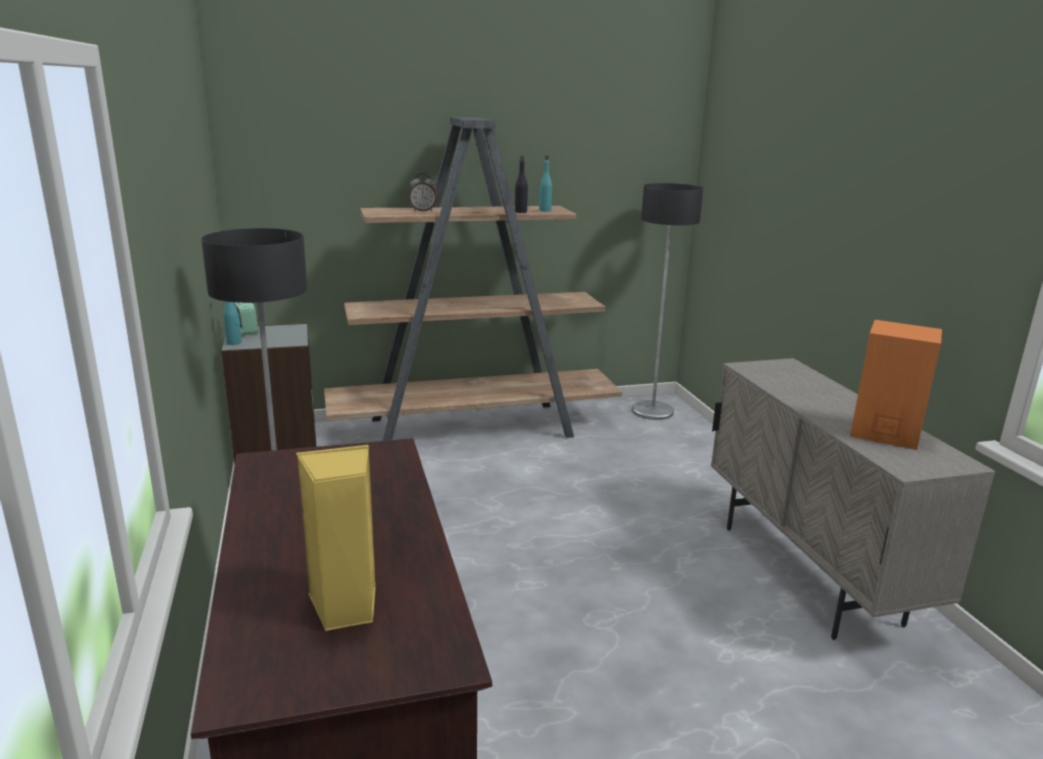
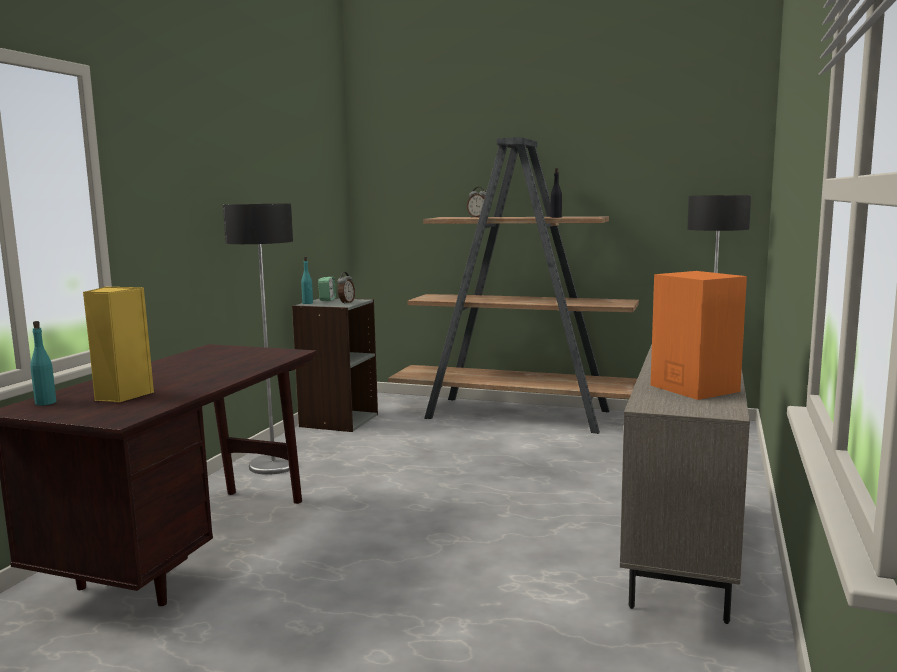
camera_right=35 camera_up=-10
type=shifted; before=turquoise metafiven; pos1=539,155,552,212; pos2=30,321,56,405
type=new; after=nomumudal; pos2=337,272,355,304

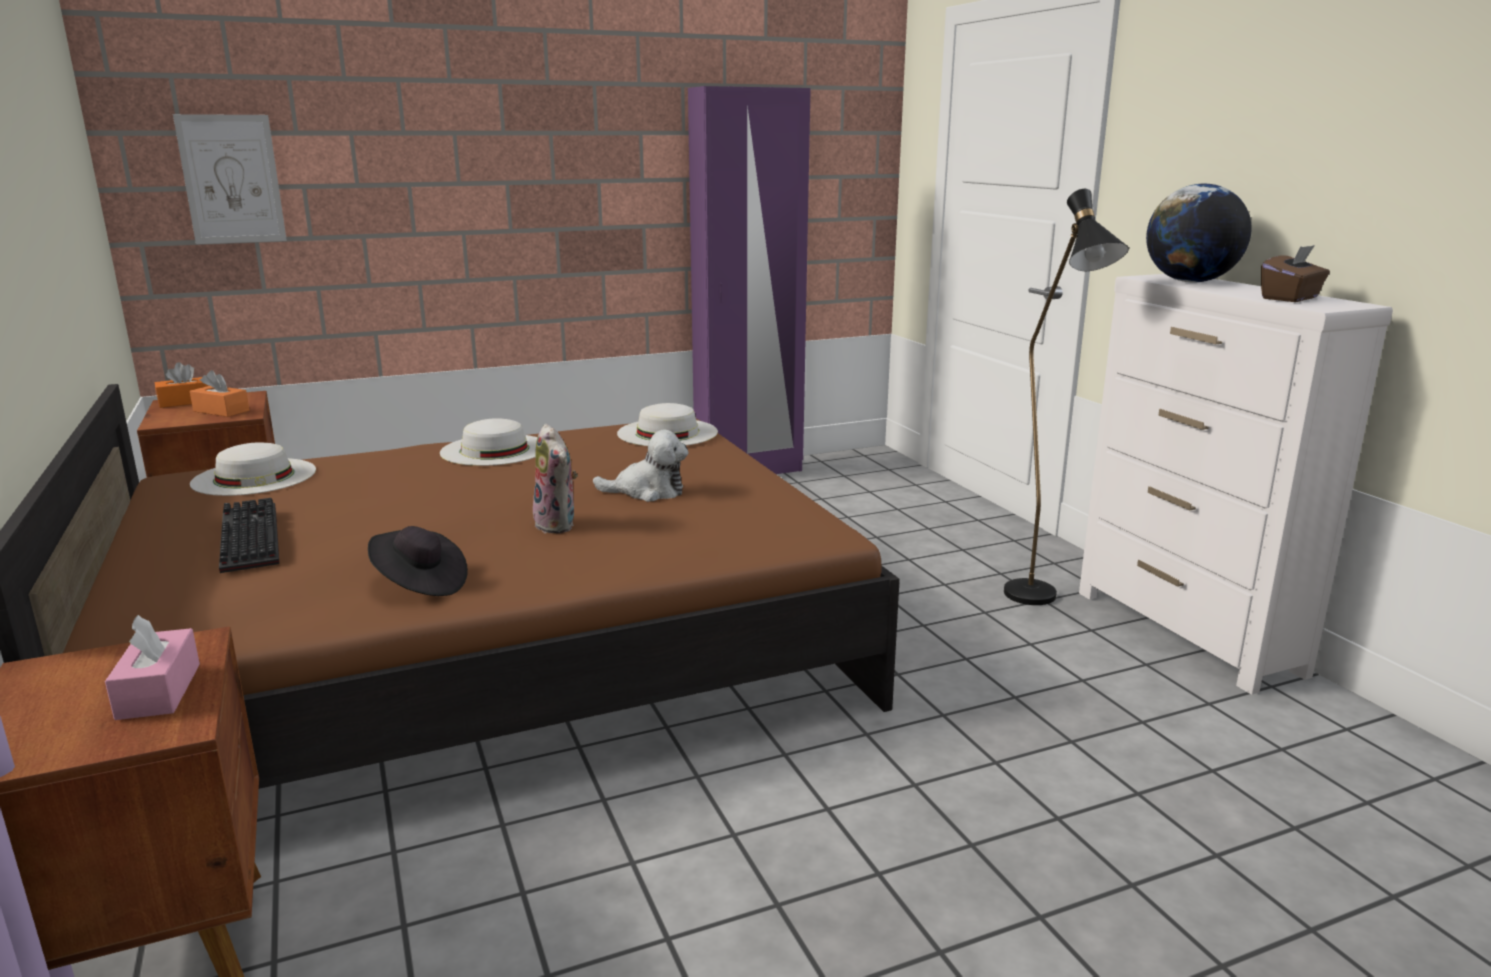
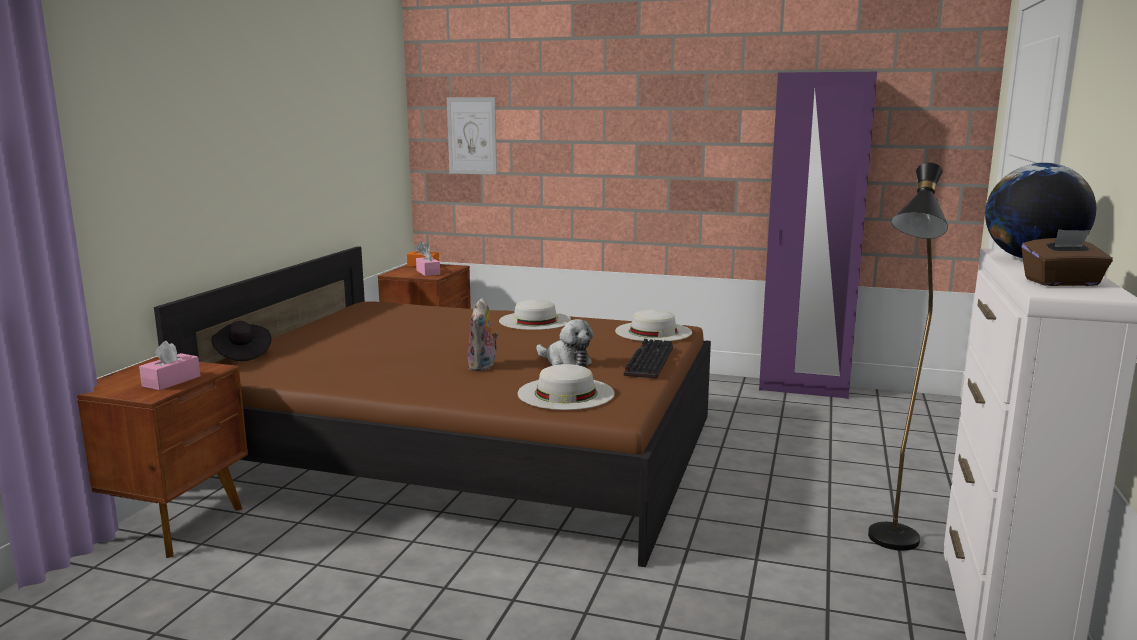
camera_right=40 camera_up=-5
type=shifted; before=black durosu; pos1=368,526,468,596; pos2=211,321,271,361
type=repainted; before=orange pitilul; after=pink pitilul; pos1=190,370,249,417; pos2=416,247,440,276
type=shifted; before=white durosu; pos1=190,443,316,496; pos2=518,364,615,410
type=shifted; before=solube; pos1=219,498,279,573; pos2=624,339,673,379

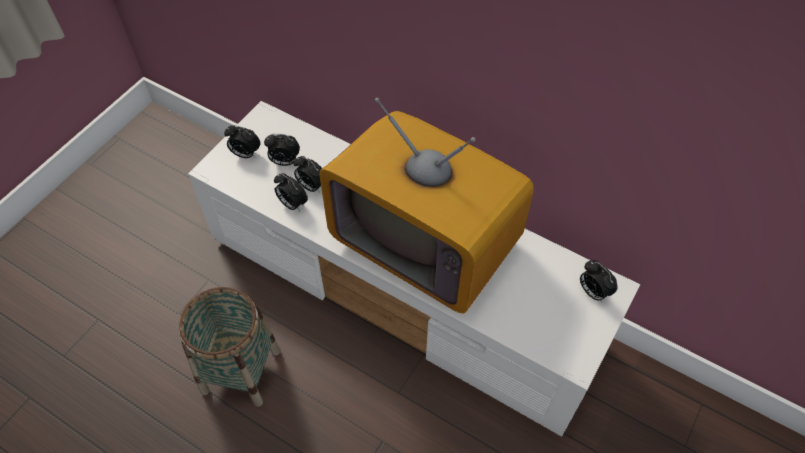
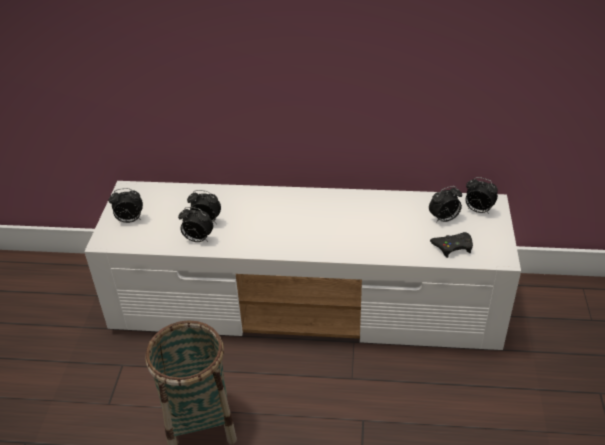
camera_right=-25 camera_up=-15
type=shifted; before=nomumudal; pos1=264,134,300,166; pos2=429,186,462,223
type=new; after=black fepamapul; pos2=430,232,473,258
type=gone; before=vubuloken; pos1=319,98,534,313

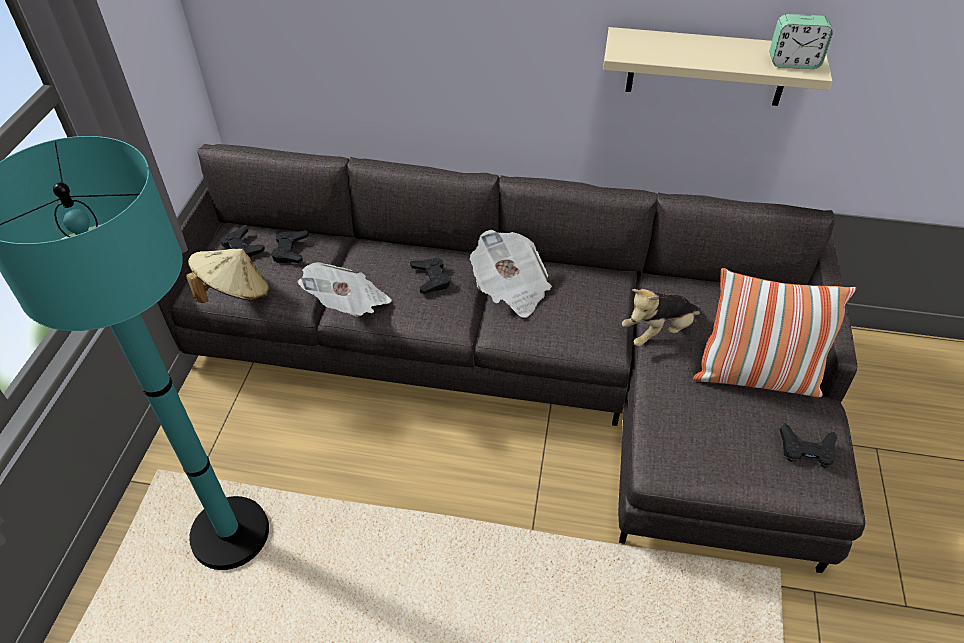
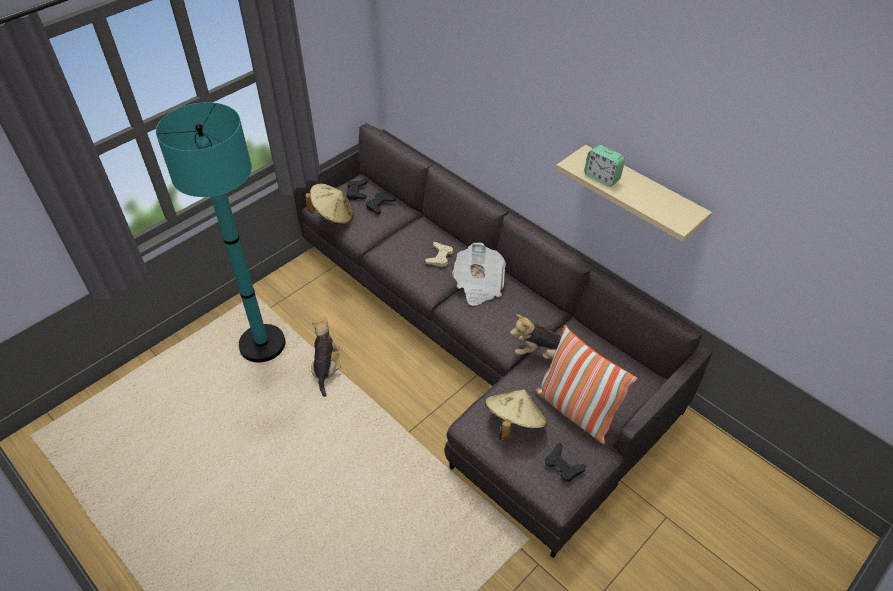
camera_right=35 camera_up=0
type=new; after=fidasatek; pos2=311,316,341,397
type=repainted; before=black fepamapul; after=beige fepamapul; pos1=410,258,450,294; pos2=425,242,453,267
type=new; after=beige durosu; pos2=485,389,547,441
type=shifted; before=nomumudal; pos1=770,14,833,69; pos2=584,145,625,187
type=gone; before=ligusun; pos1=297,262,392,316

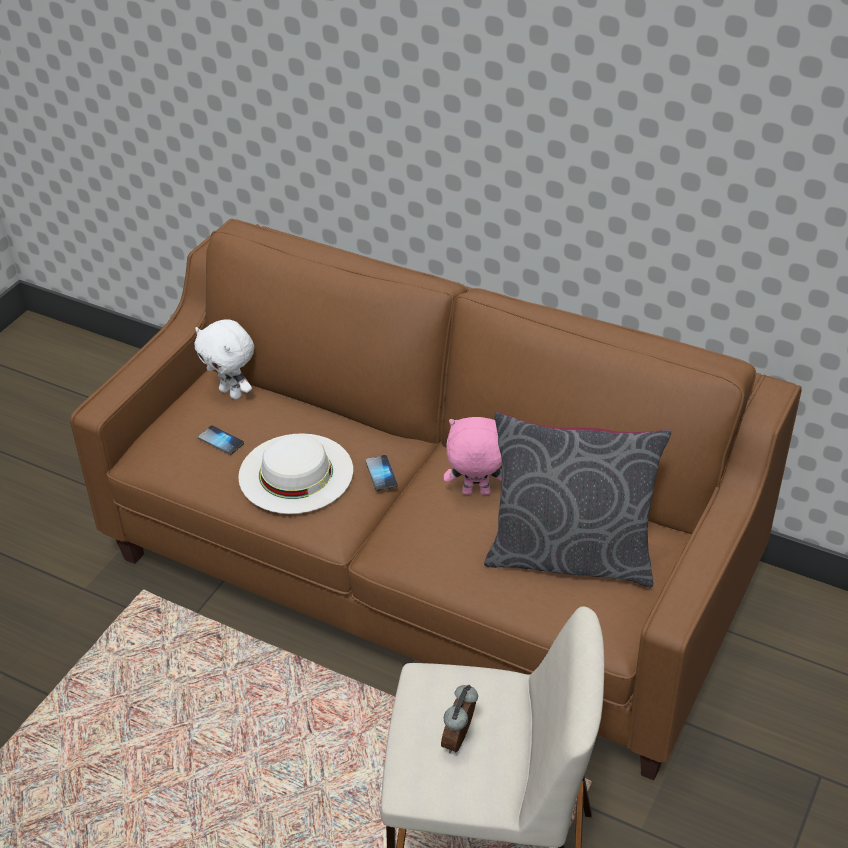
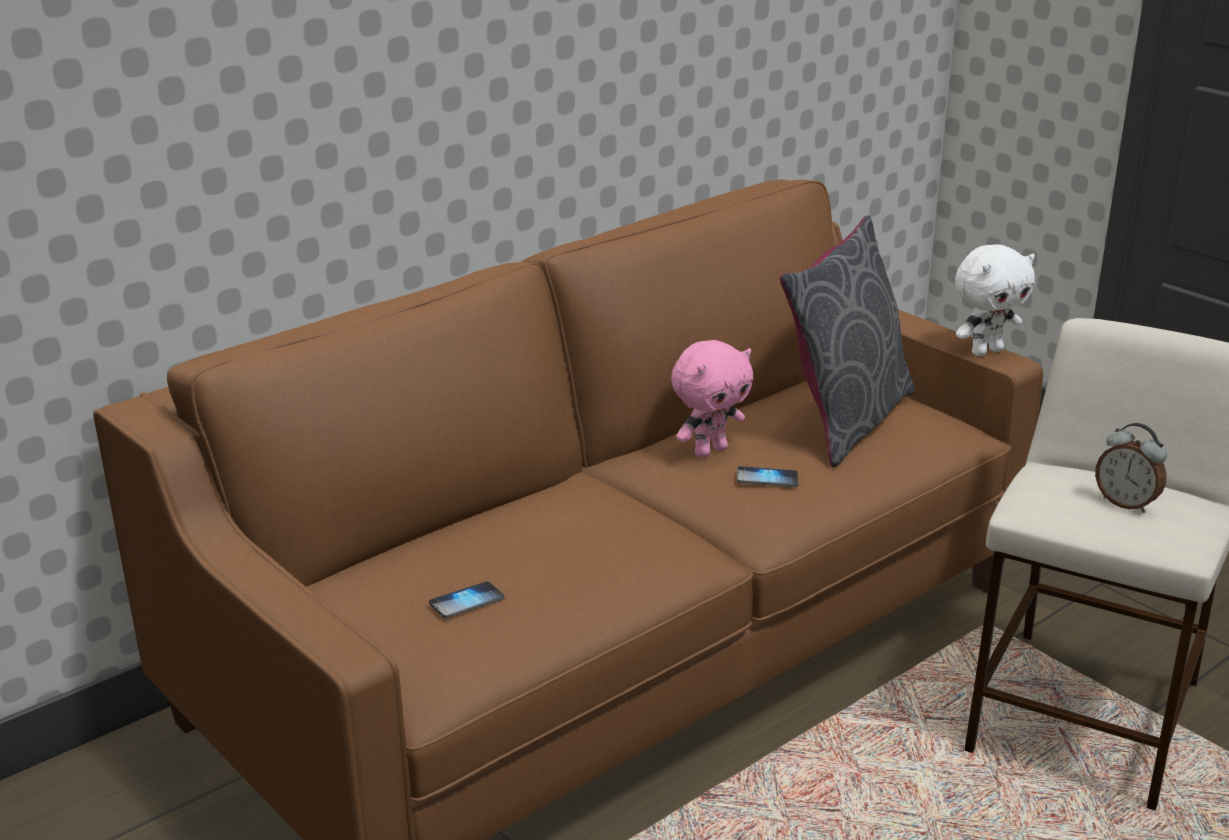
camera_right=-70 camera_up=-15
type=rotated; before=pink fidasatek; pos1=444,417,502,495; pos2=671,340,754,458; turn=-150
type=shifted; before=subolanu; pos1=365,455,398,491; pos2=737,466,798,487
type=shifted; before=white fidasatek; pos1=195,319,254,400; pos2=955,244,1035,356
type=gone; before=white durosu; pos1=238,433,353,514

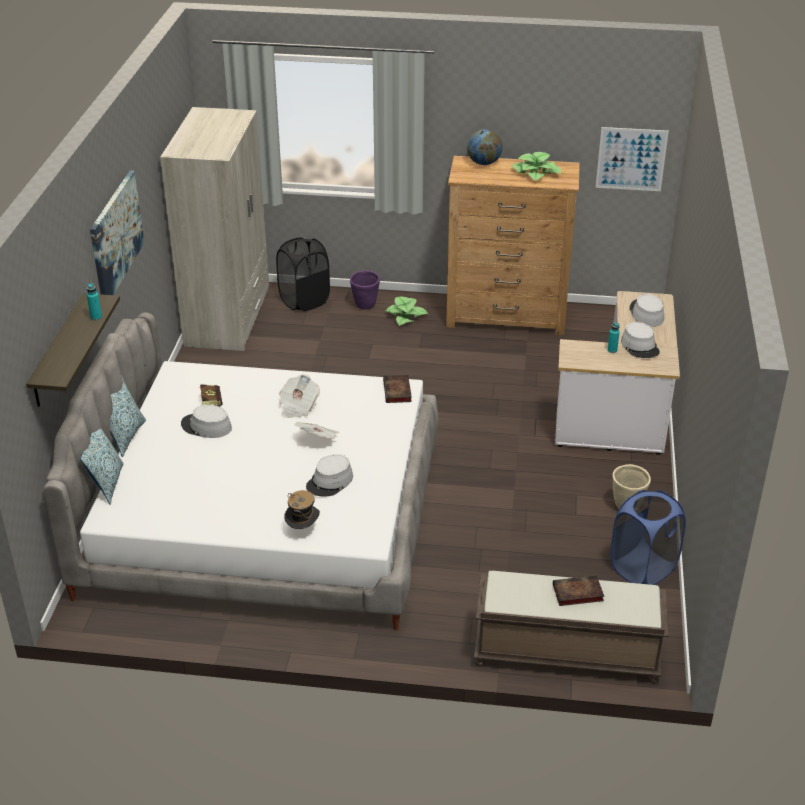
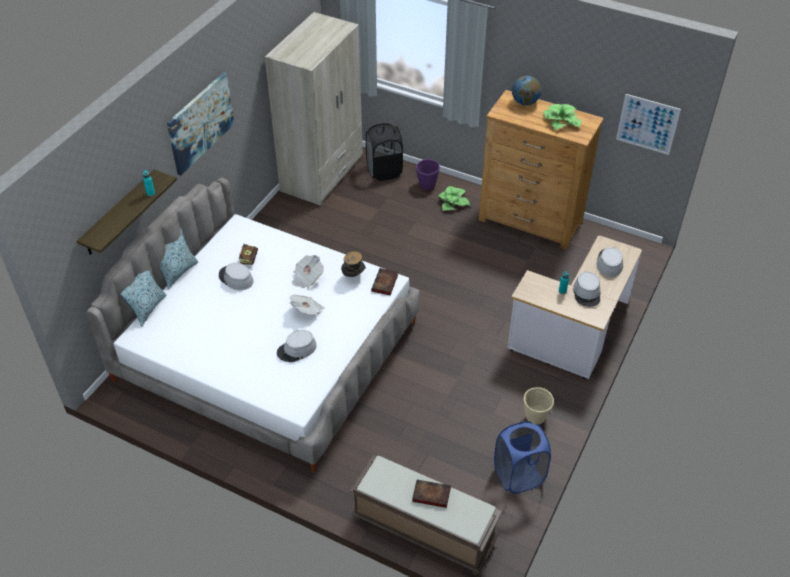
camera_right=20 camera_up=10
type=shifted; before=durosu; pos1=284,490,320,529; pos2=341,251,366,277

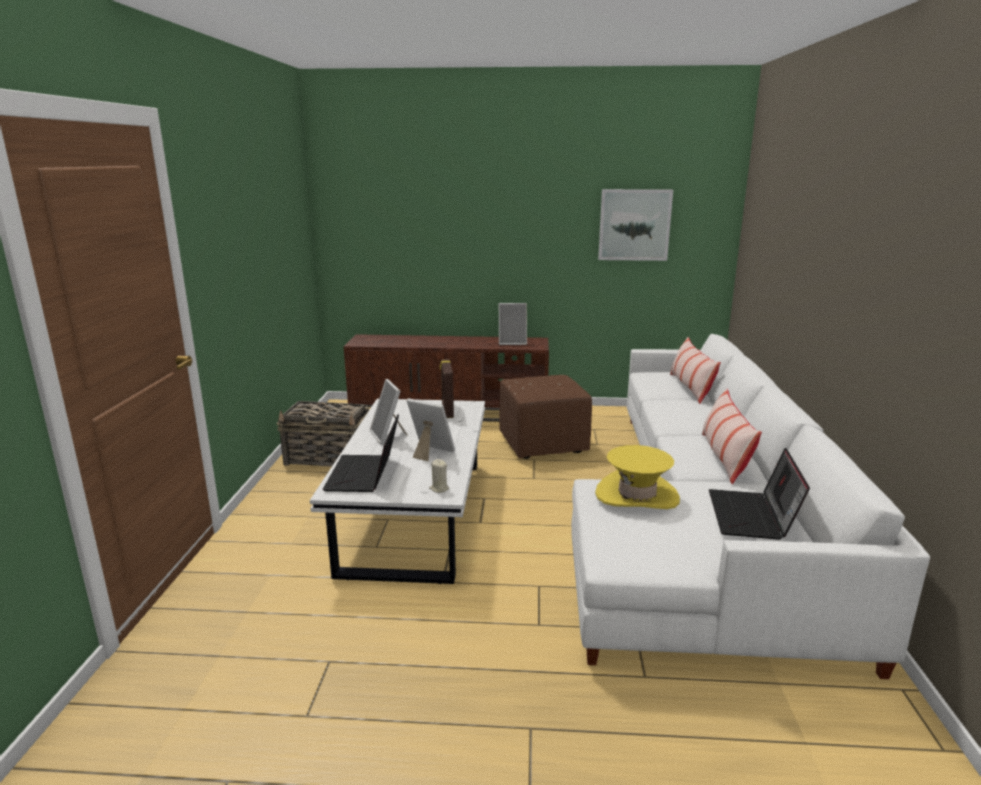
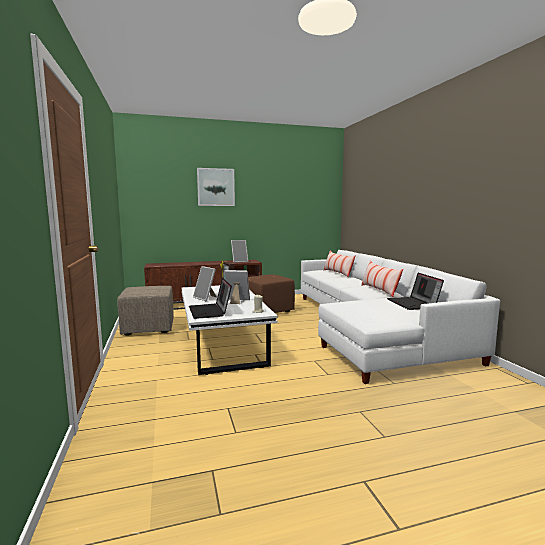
camera_right=-20 camera_up=-10
type=swapped; before=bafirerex; after=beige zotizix; pos1=277,401,370,467; pos2=117,286,174,336
type=shifted; before=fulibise; pos1=598,189,673,261; pos2=197,168,235,206
type=gone; before=yellow durosu; pos1=595,445,680,509

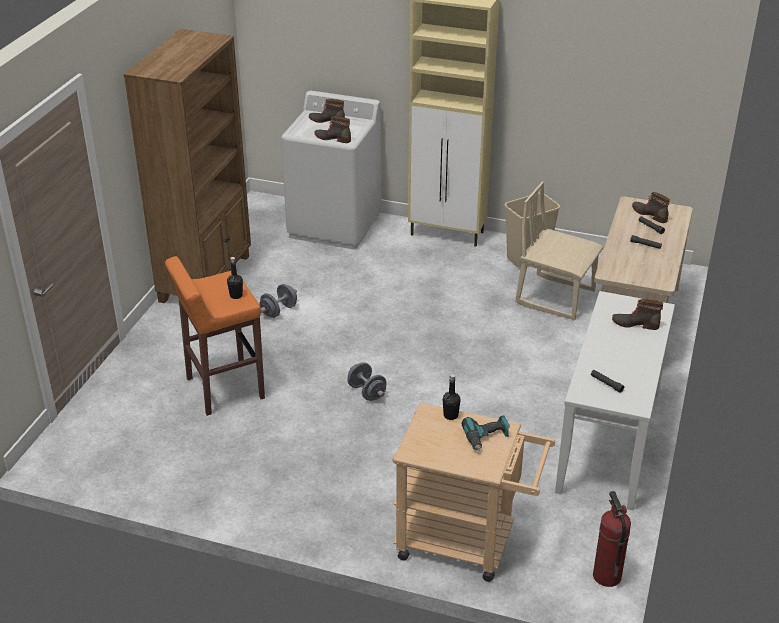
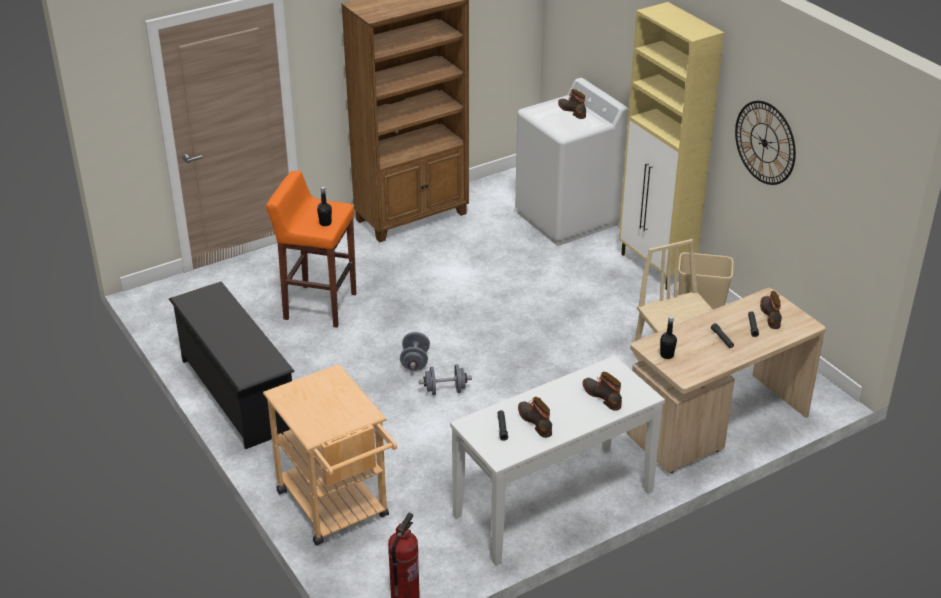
camera_right=40 camera_up=0
type=new; after=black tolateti; pos2=169,282,295,449
type=shifted; before=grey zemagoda; pos1=259,284,297,318; pos2=419,364,472,395
type=shifted; before=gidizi; pos1=314,116,351,143; pos2=518,397,552,438
type=shifted; before=black metafiven; pos1=443,374,461,420; pos2=660,316,677,359
type=new; after=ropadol; pos2=735,101,796,185
type=gone; before=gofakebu; pos1=462,415,510,451

